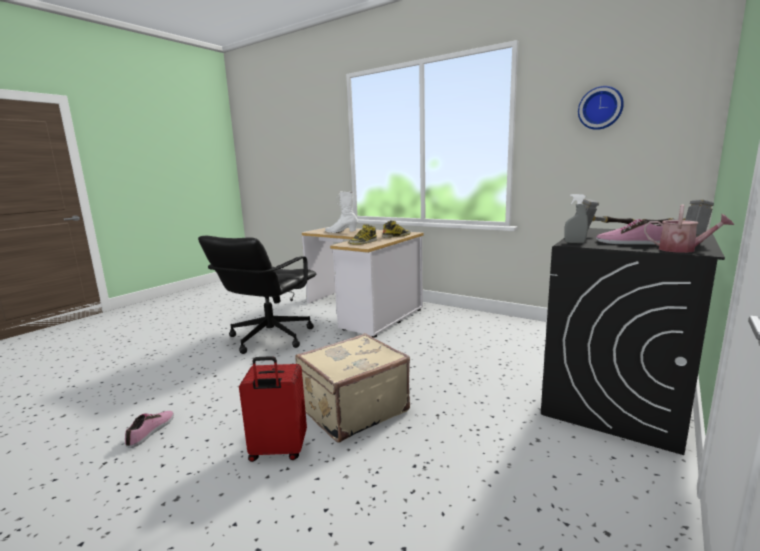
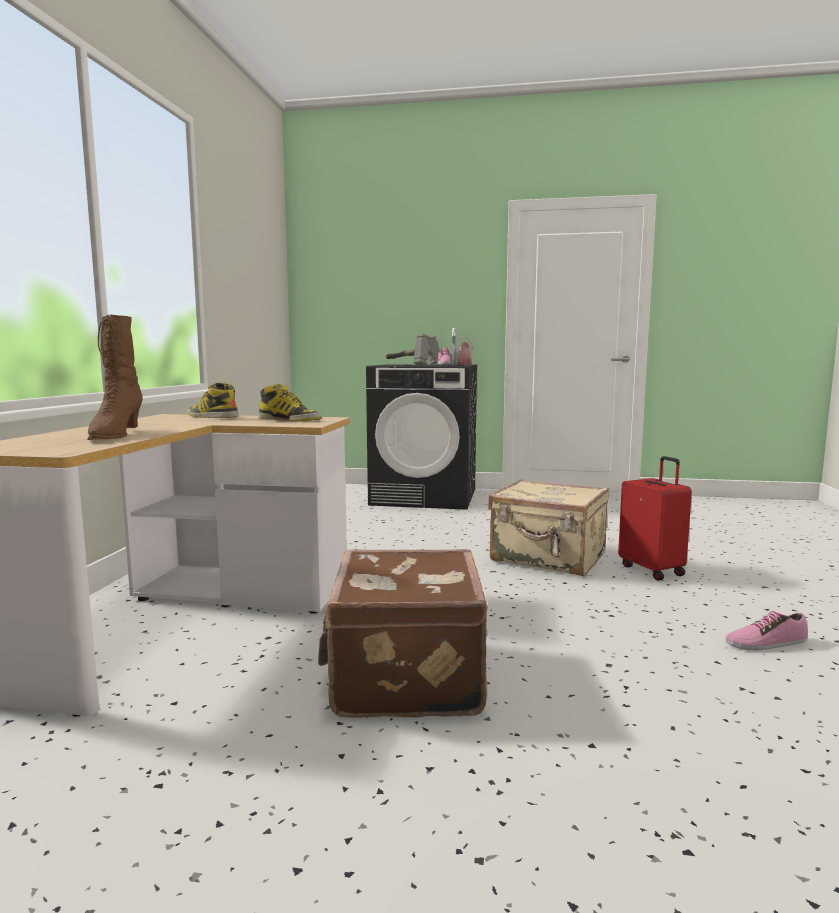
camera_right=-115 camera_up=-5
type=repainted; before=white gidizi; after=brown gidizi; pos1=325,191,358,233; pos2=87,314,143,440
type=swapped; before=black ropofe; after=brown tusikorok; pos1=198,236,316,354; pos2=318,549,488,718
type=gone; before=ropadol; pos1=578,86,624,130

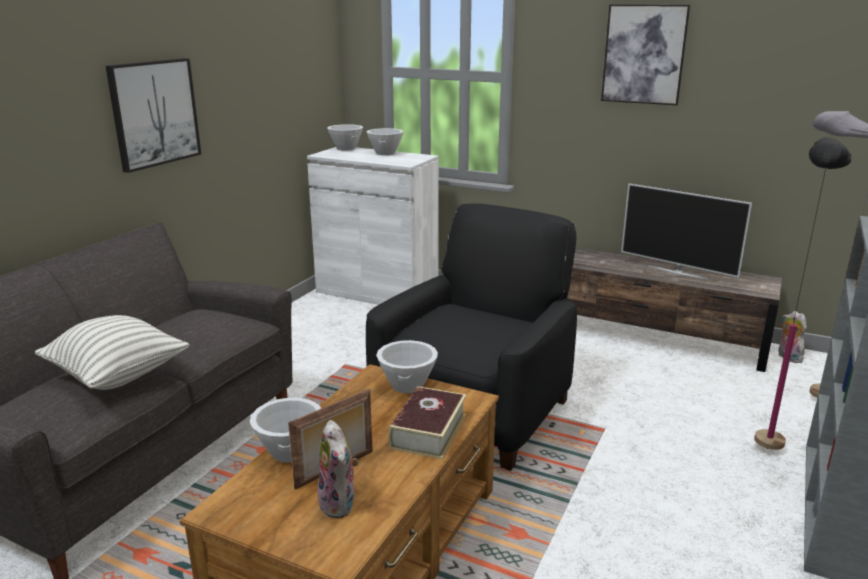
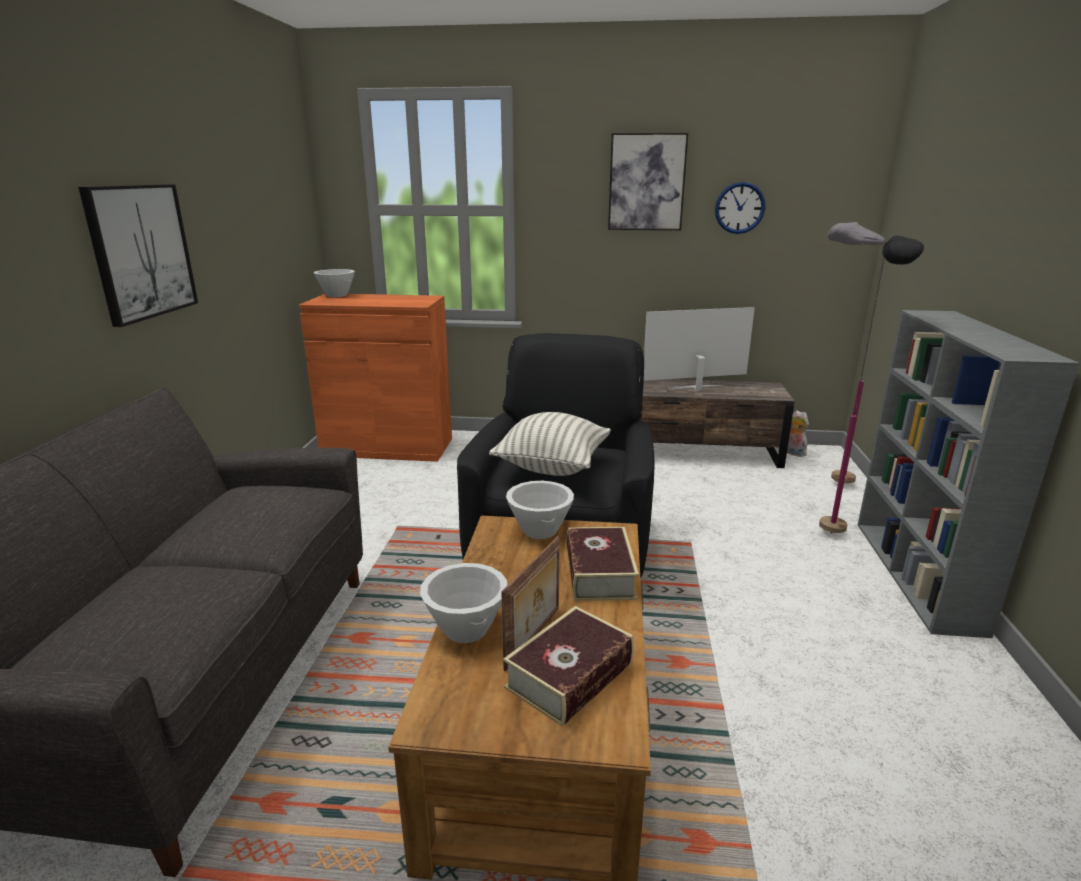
camera_right=-20 camera_up=0
type=repainted; before=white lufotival; after=orange lufotival; pos1=307,147,439,305; pos2=299,294,452,462
type=shifted; before=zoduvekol; pos1=35,315,189,390; pos2=489,412,611,476
type=swapped; before=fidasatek; after=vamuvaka; pos1=317,420,358,518; pos2=503,606,634,727
type=rotated; before=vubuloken; pos1=621,184,752,280; pos2=644,307,755,390; turn=150
type=new; after=ropadol; pos2=715,182,765,234
type=gone; before=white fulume; pos1=366,128,404,155

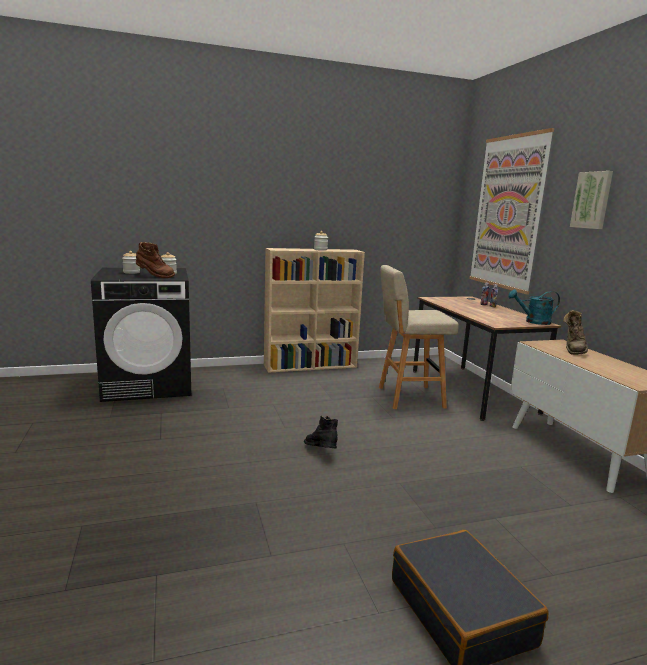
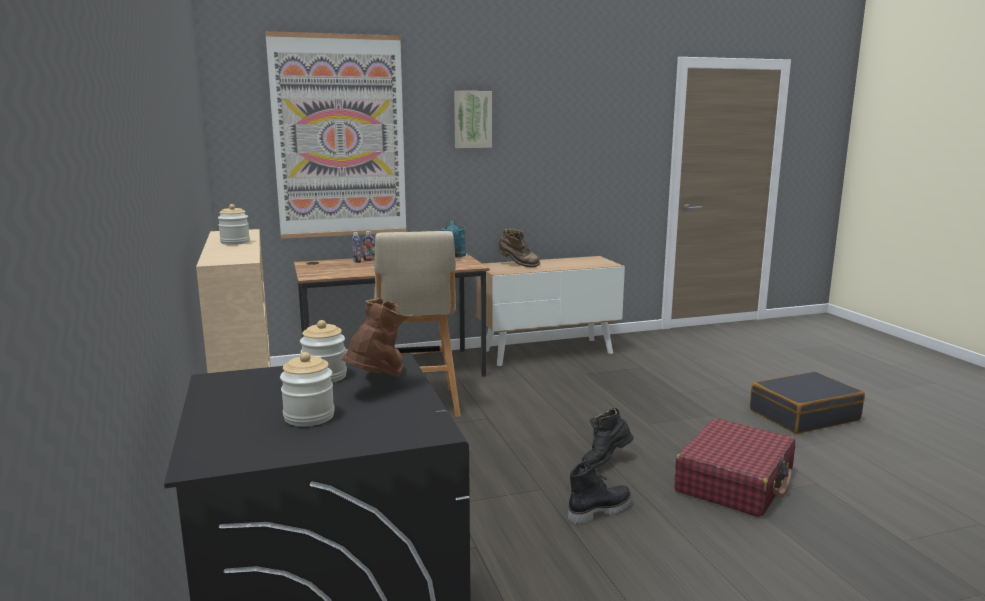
camera_right=-90 camera_up=0
type=new; after=black gidizi; pos2=568,460,632,525
type=new; after=red tusikorok; pos2=674,418,795,517

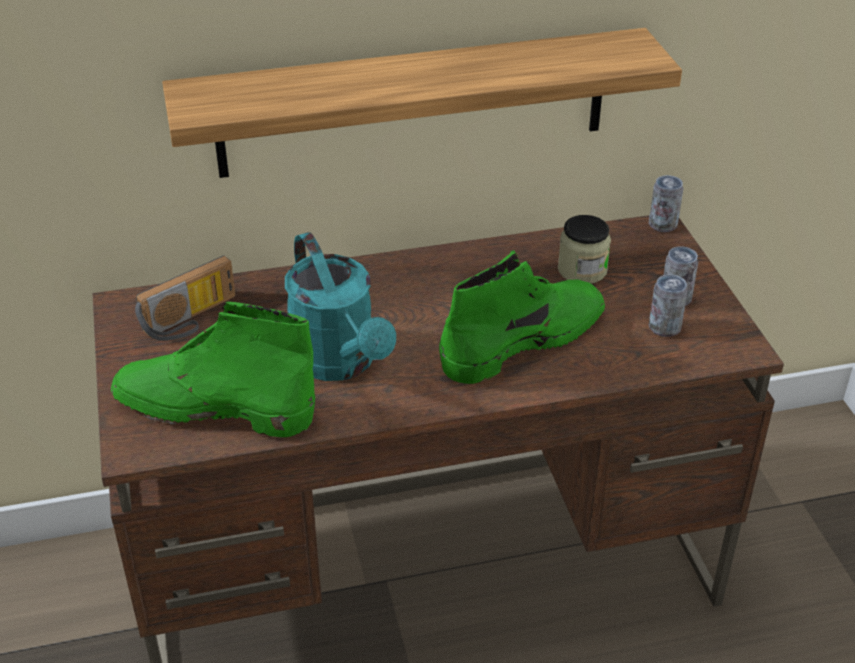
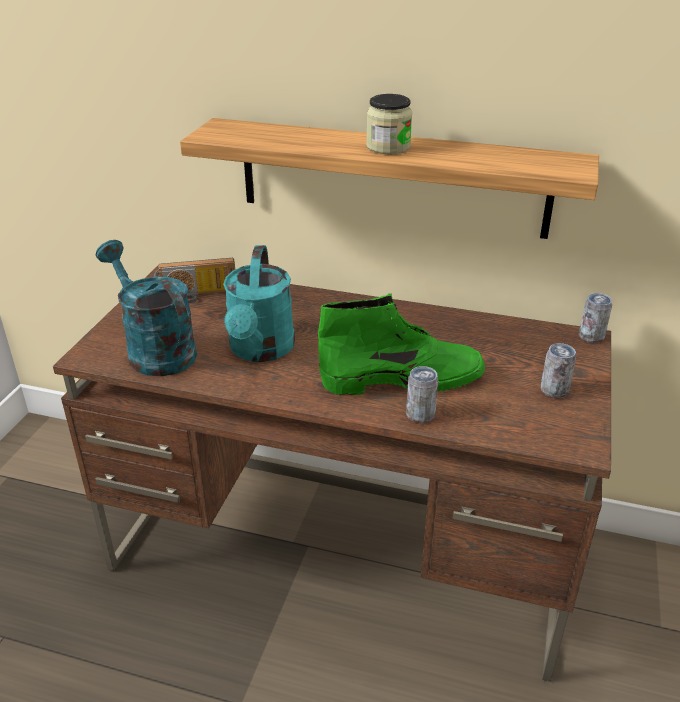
camera_right=30 camera_up=-5
type=swapped; before=green gidizi; after=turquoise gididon; pos1=111,302,315,437; pos2=95,240,197,376
type=shifted; before=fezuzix; pos1=558,215,611,284; pos2=366,94,412,154
type=shifted; before=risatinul; pos1=649,274,688,337; pos2=406,366,438,423

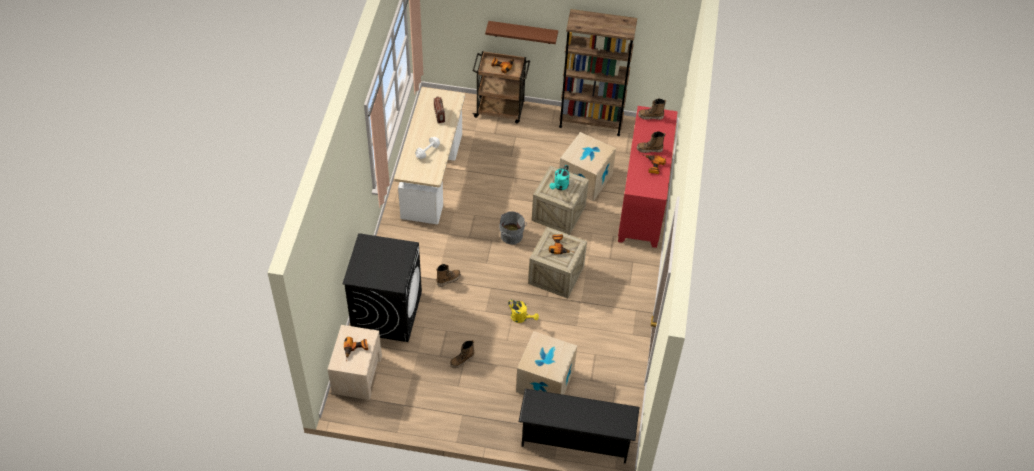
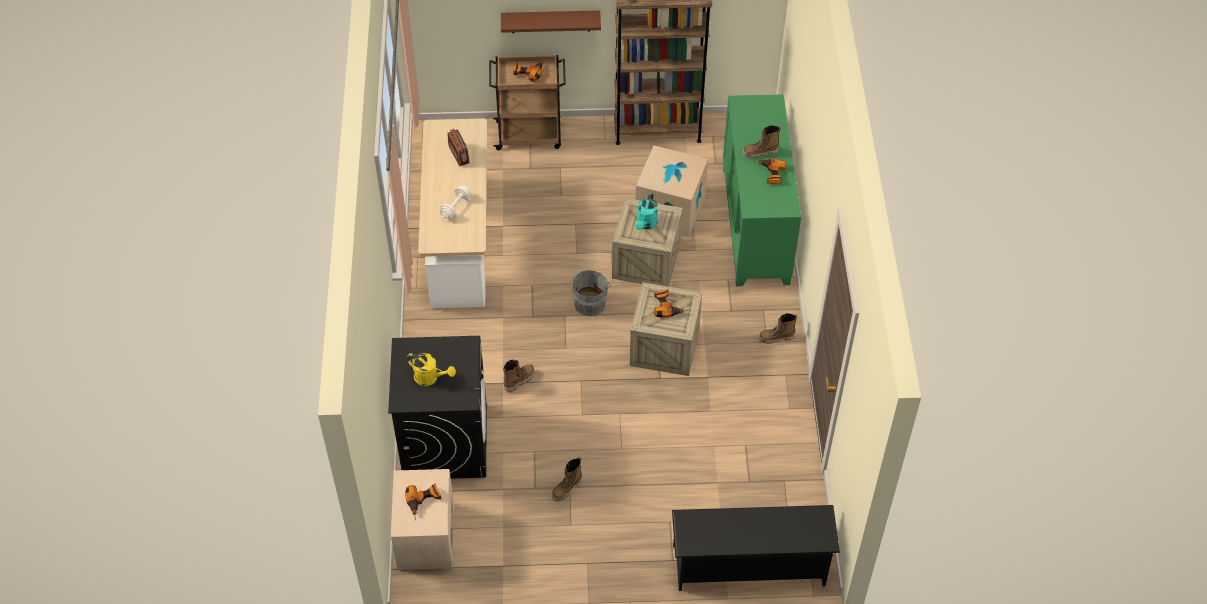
camera_right=-10 camera_up=0
type=shifted; before=yellow gididon; pos1=508,299,539,323; pos2=407,353,456,386
type=repainted; before=red lufotival; after=green lufotival; pos1=618,106,678,248; pos2=723,94,801,286
type=shifted; before=gidizi; pos1=638,99,666,120; pos2=759,313,797,344
type=gone; before=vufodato; pos1=516,331,577,395

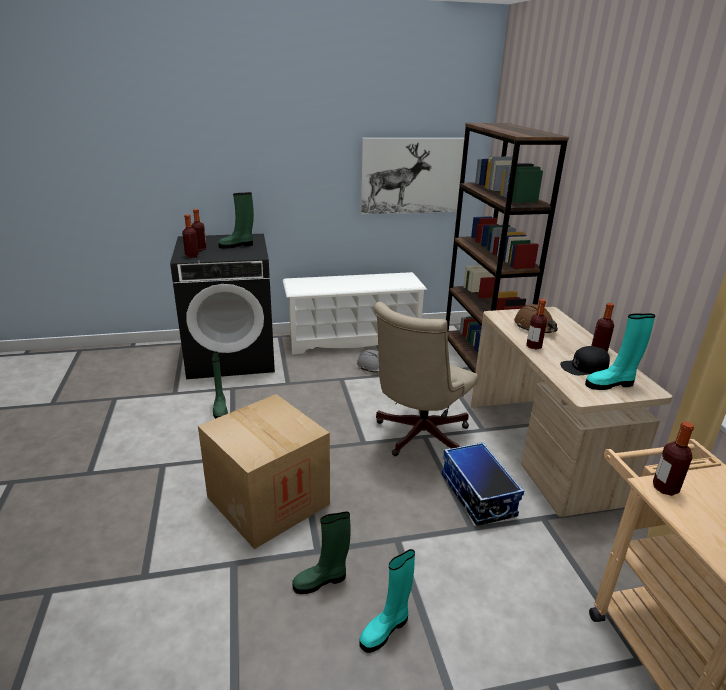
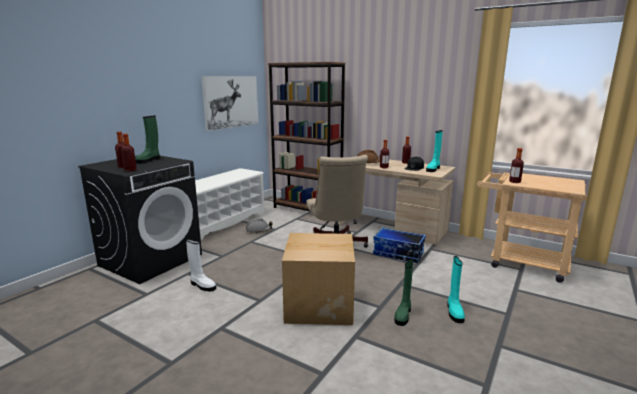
camera_right=-45 camera_up=-10
type=repainted; before=green gidizi; after=white gidizi; pos1=212,352,228,419; pos2=186,239,216,291

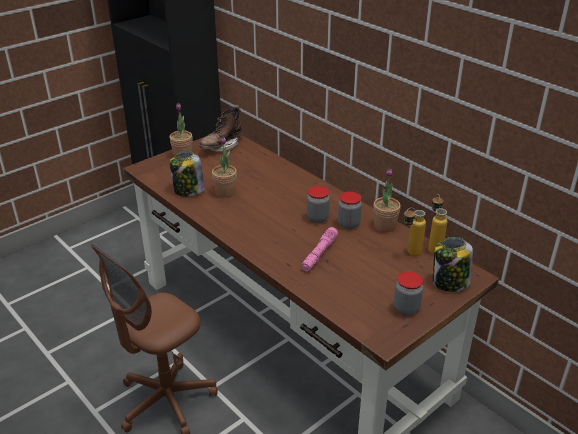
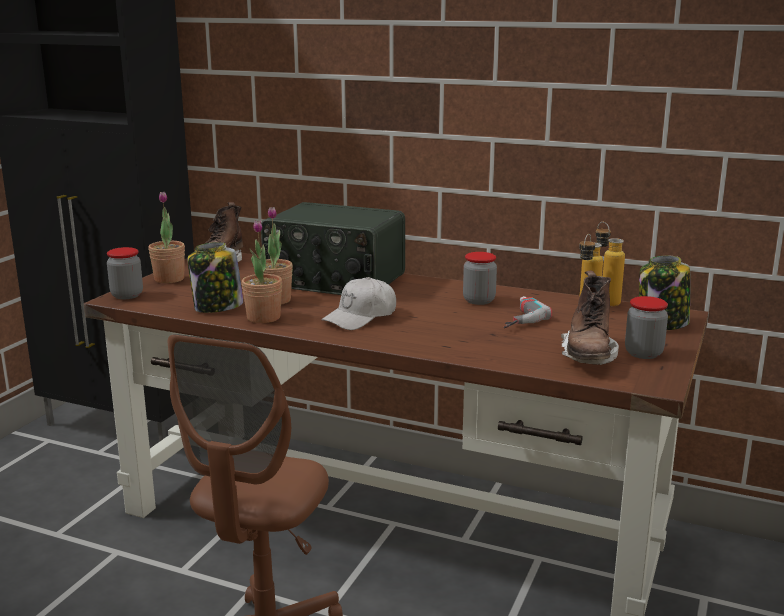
camera_right=-25 camera_up=-15
type=shifted; before=fezuzix; pos1=307,186,330,223; pos2=107,247,143,299
type=shifted; before=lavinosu; pos1=374,168,401,232; pos2=241,220,282,323
type=new; after=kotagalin; pos2=261,202,405,295
type=new; after=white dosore; pos2=321,277,396,330
type=new; after=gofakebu; pos2=504,296,552,328
type=new; after=brown gidizi; pos2=561,271,619,365
type=gone; before=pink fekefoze; pos1=301,227,338,271

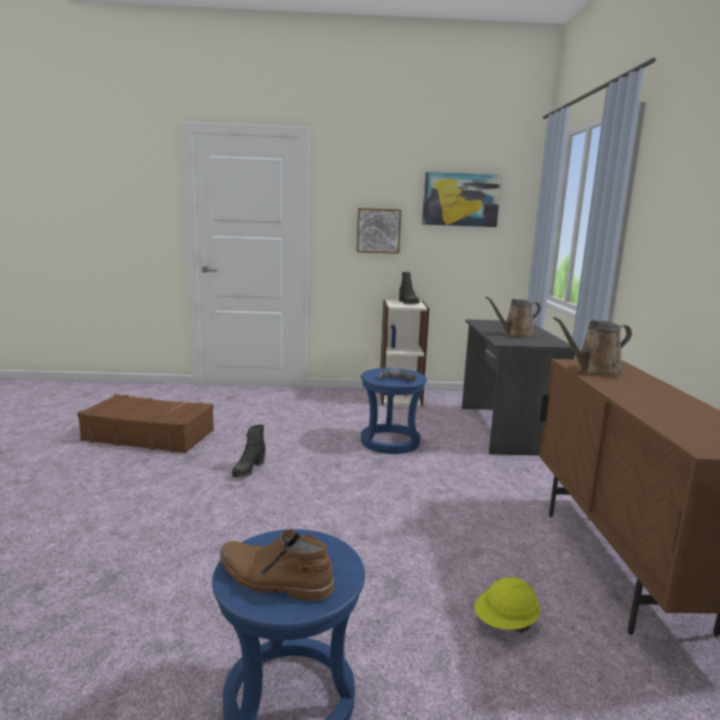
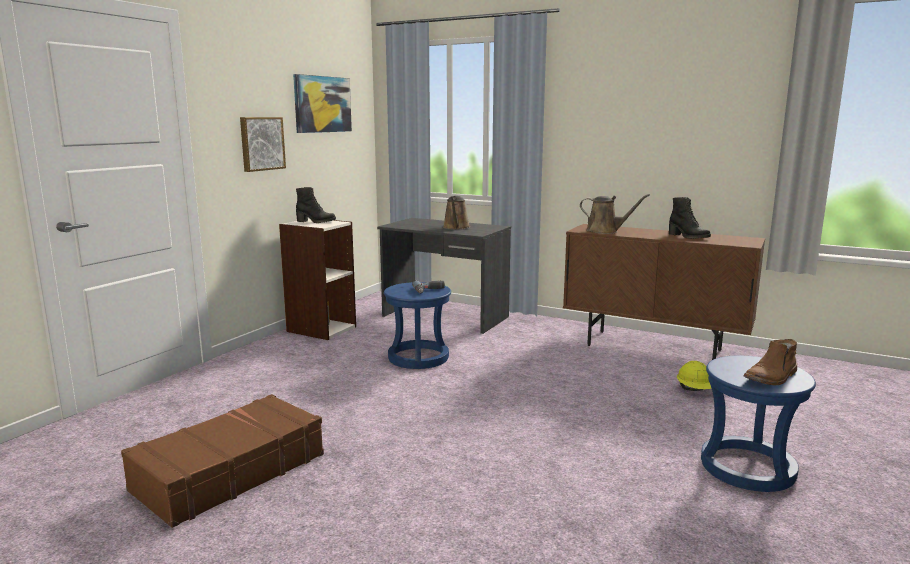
camera_right=-60 camera_up=0
type=rotated; before=brown gididon; pos1=553,317,632,376; pos2=580,194,650,234; turn=-75
type=shifted; before=black gidizi; pos1=232,425,265,478; pos2=669,197,711,239

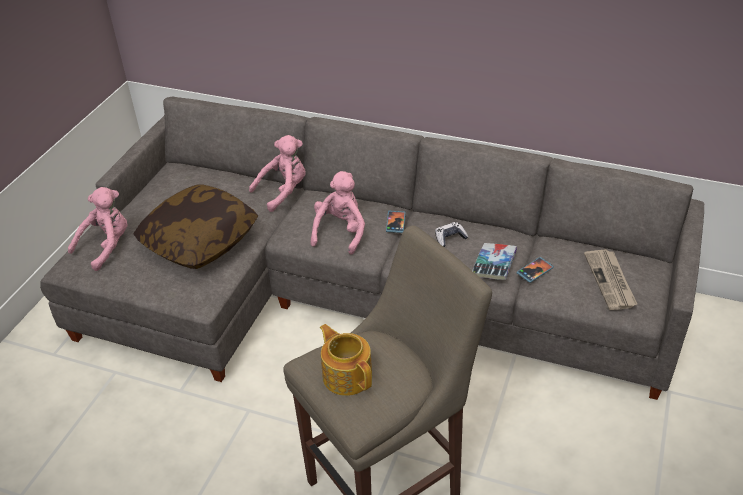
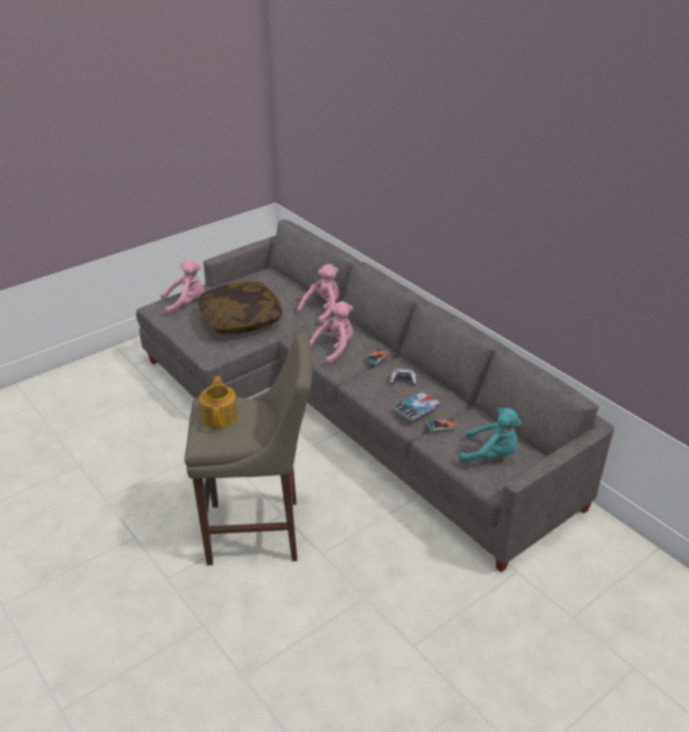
camera_right=30 camera_up=-5
type=rotated; before=pink fidasatek; pos1=249,135,306,212; pos2=297,264,340,325; turn=-45
type=swapped; before=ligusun; after=turquoise fidasatek; pos1=584,249,637,310; pos2=459,408,522,463

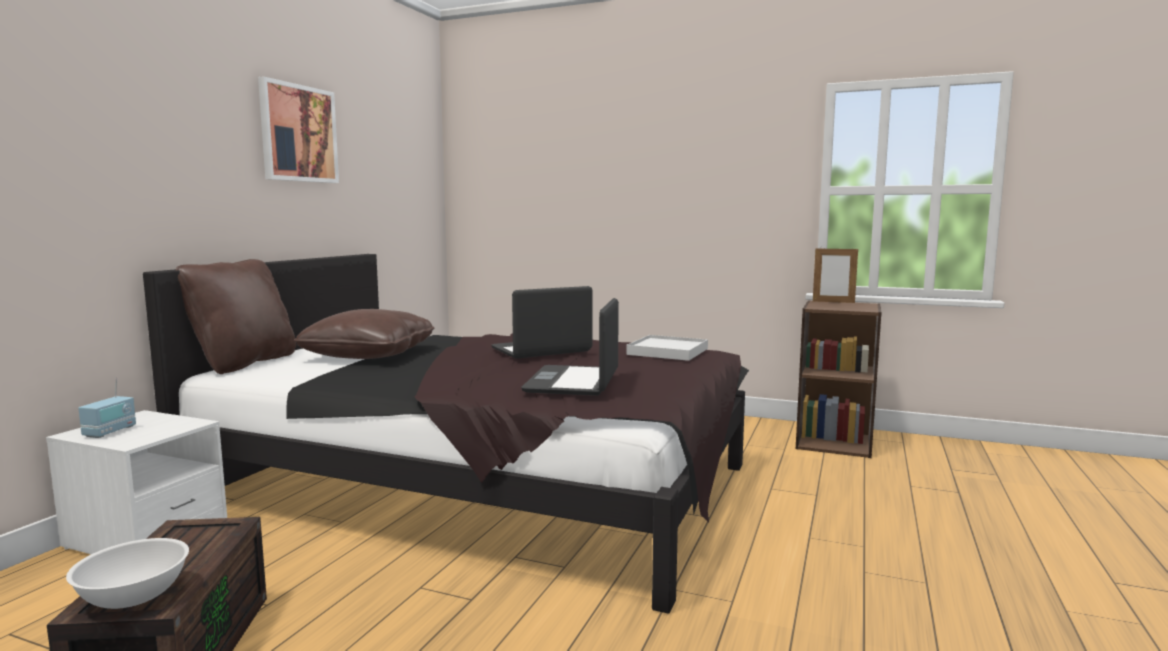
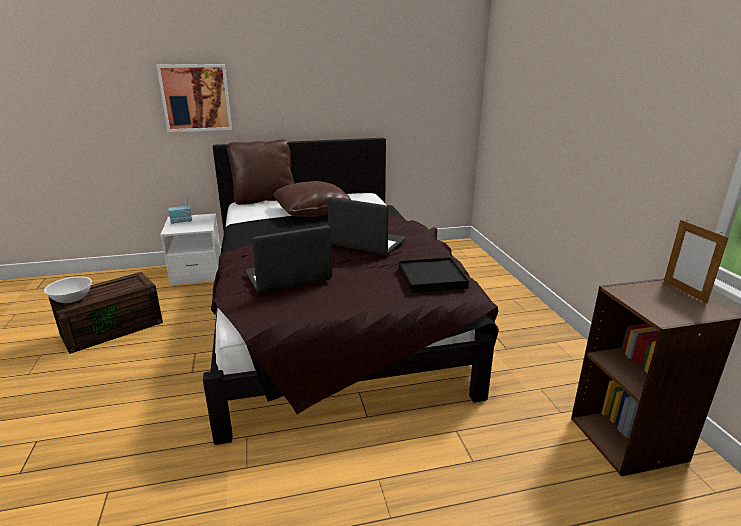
camera_right=55 camera_up=15
type=shifted; before=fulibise; pos1=258,76,339,183; pos2=157,64,232,132
type=repainted; before=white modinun; after=black modinun; pos1=626,335,708,361; pos2=399,257,469,293

